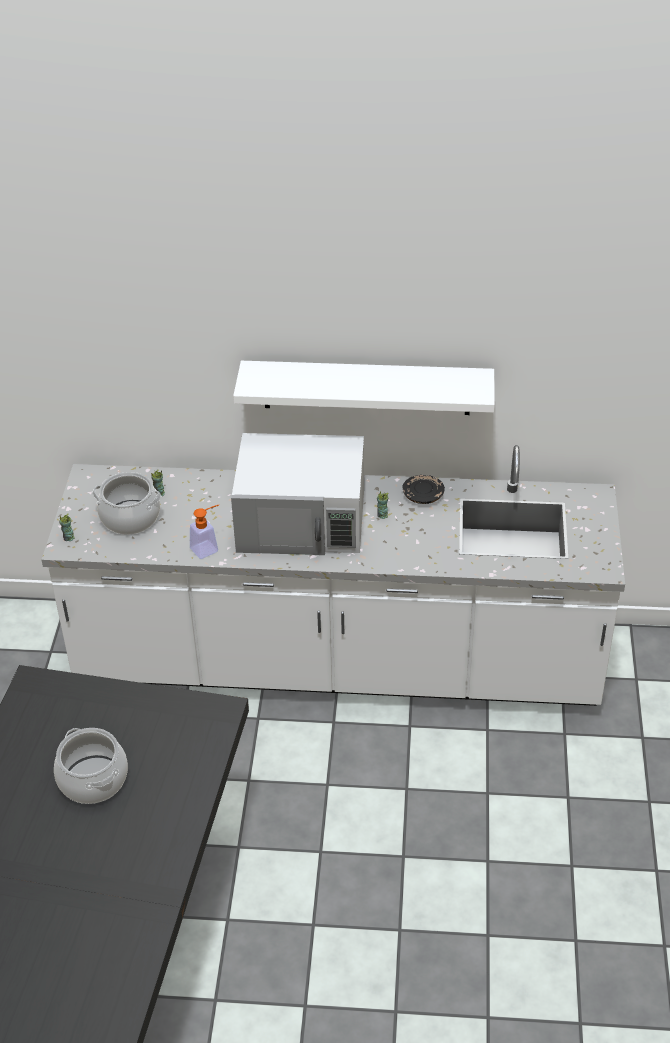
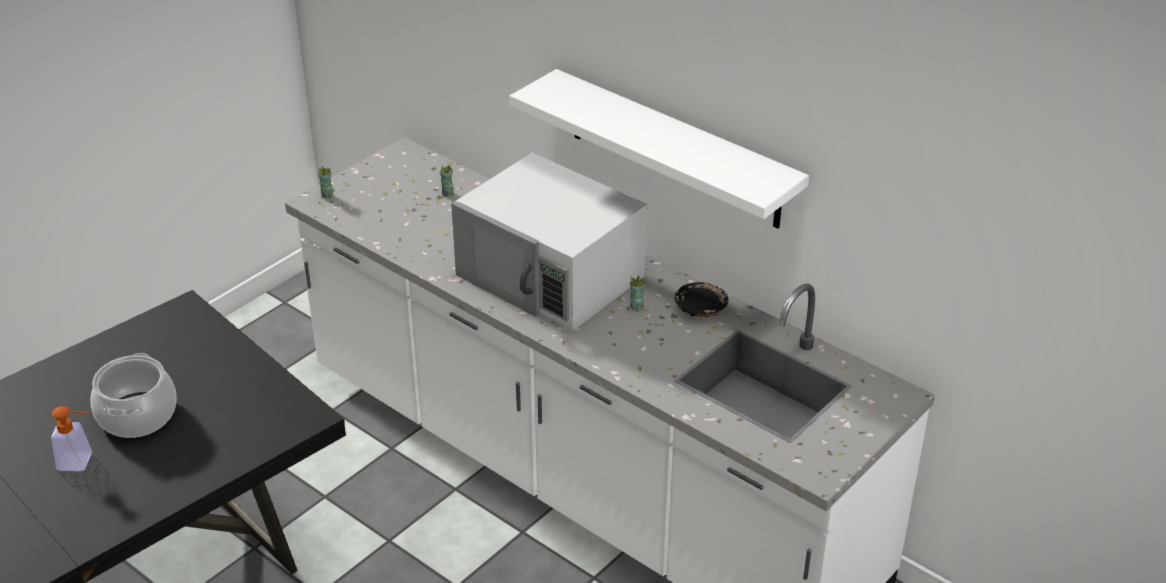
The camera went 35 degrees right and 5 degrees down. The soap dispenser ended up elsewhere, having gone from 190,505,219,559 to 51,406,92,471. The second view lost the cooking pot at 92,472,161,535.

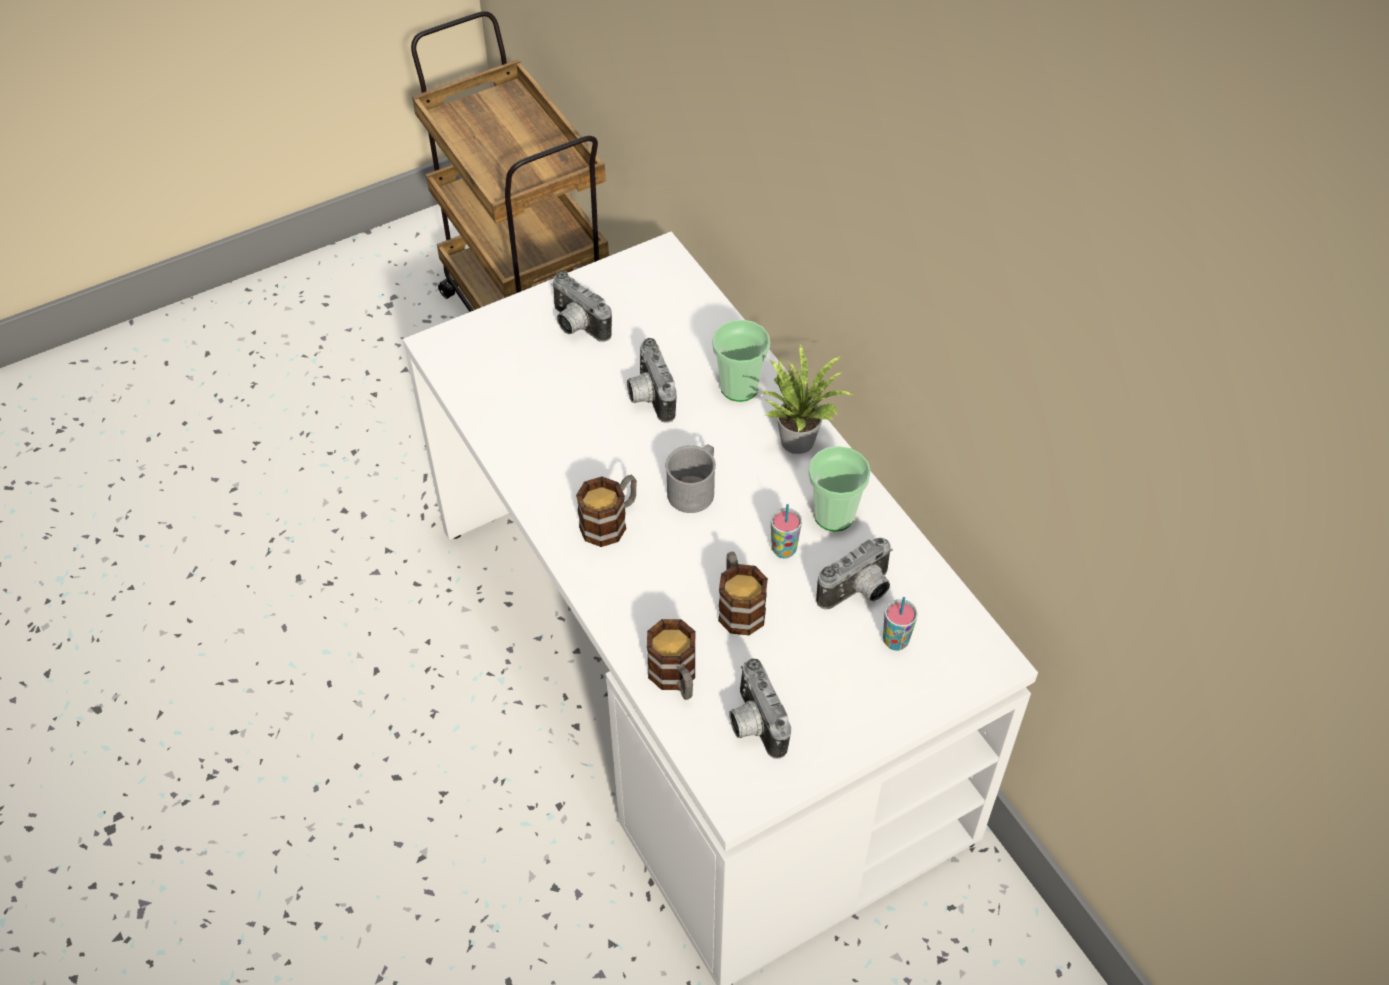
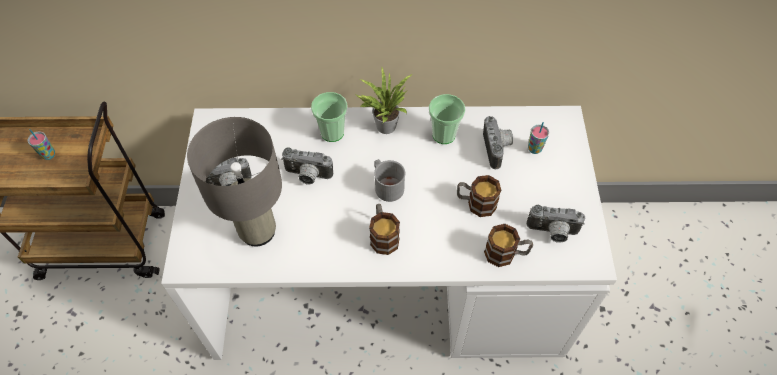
The camera went 60 degrees left and 5 degrees up. The cup ended up elsewhere, having gone from 771,504,802,558 to 28,129,55,160. The second view gained the grey table lamp at 187,117,282,246.

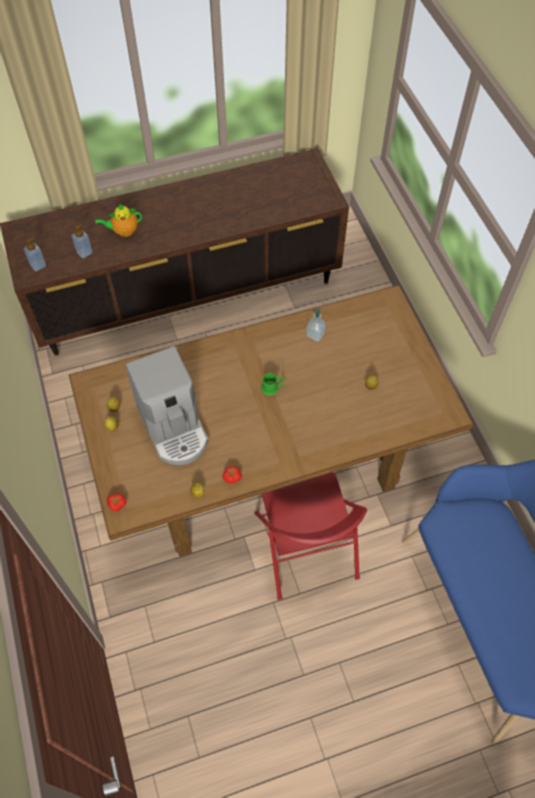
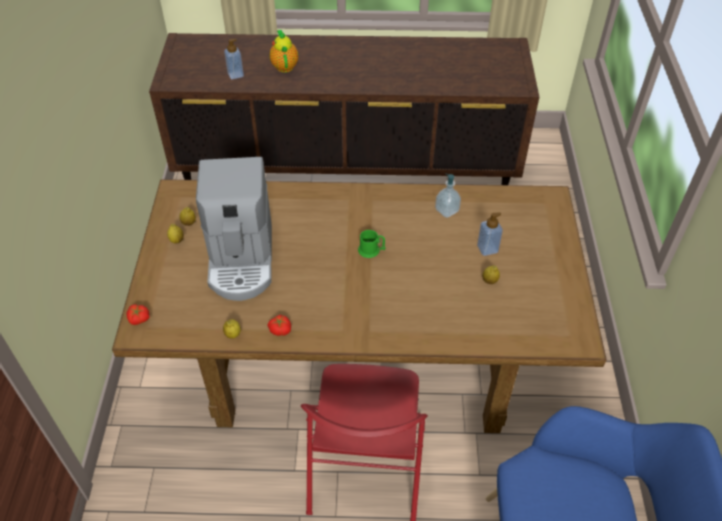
The camera went 20 degrees right and 10 degrees down. The teapot at 95,204,142,237 ended up facing another way, 75 degrees clockwise from before. The soap dispenser ended up elsewhere, having gone from 24,238,46,271 to 477,212,503,256.

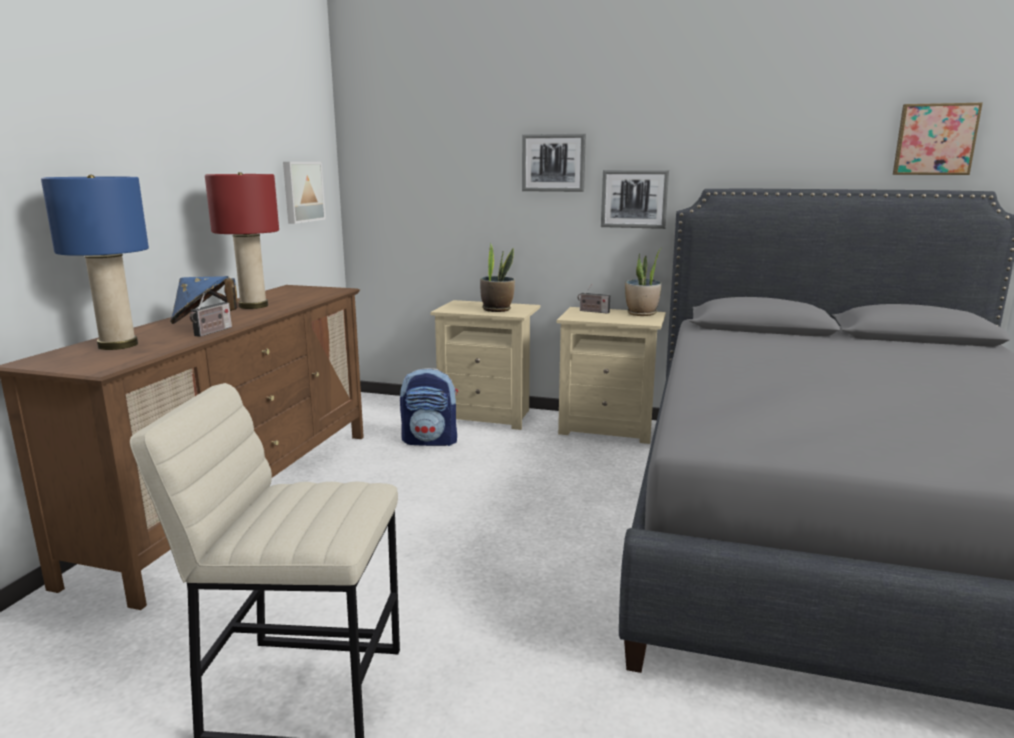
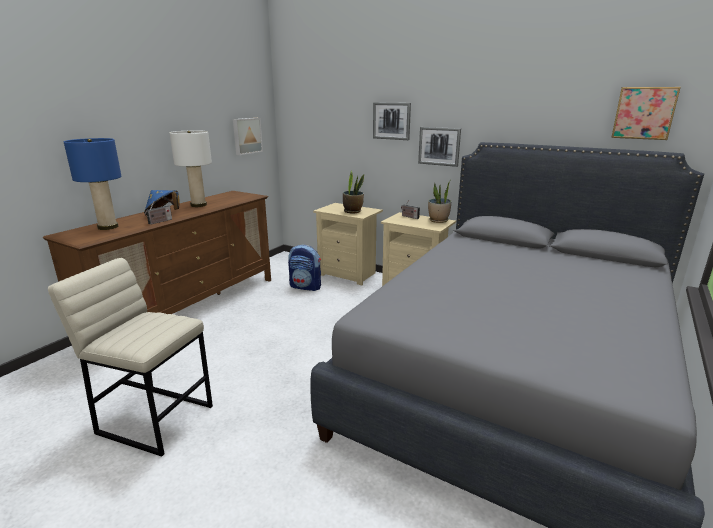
The camera went 15 degrees right and 5 degrees up. What was the red table lamp at 205,172,279,309 turned into the white table lamp at 169,130,212,207.

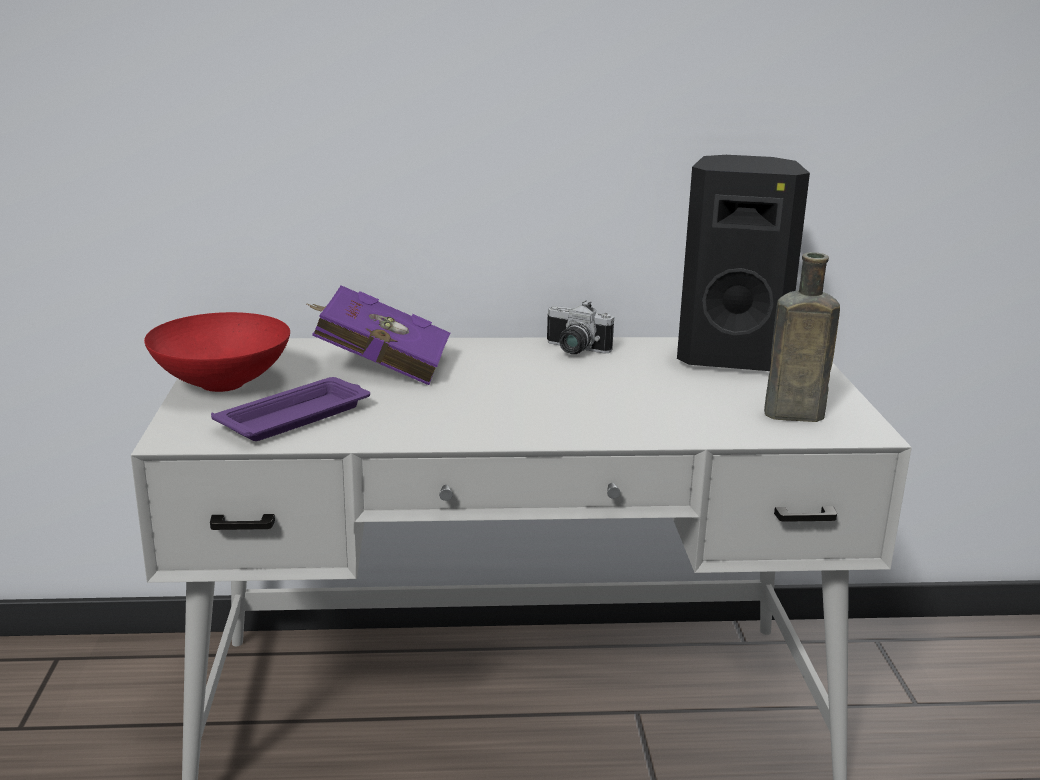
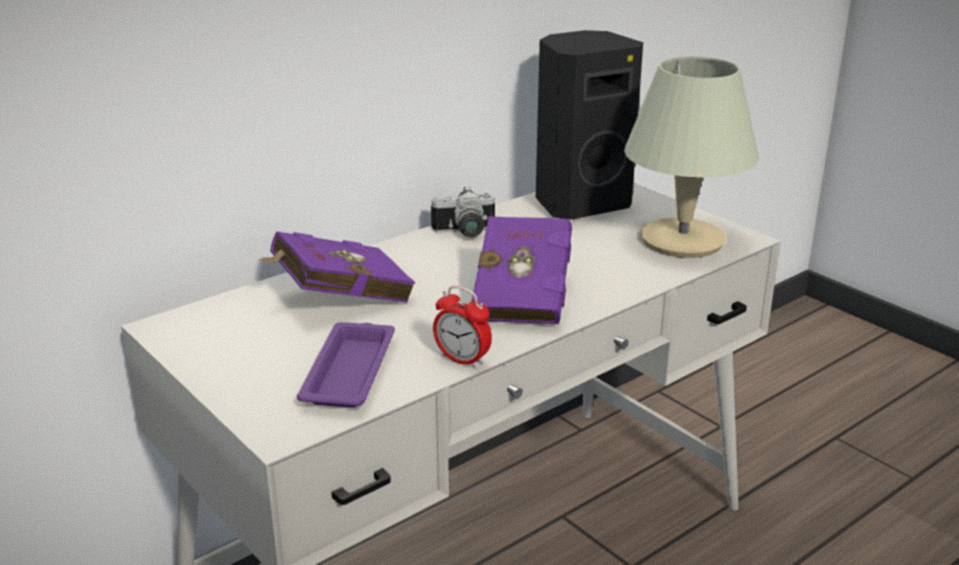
The camera went 35 degrees left and 5 degrees up. The second view gained the alarm clock at 433,286,492,369. The second view gained the purple book at 471,216,572,324. Where the brown bottle stood at 764,252,840,422, the beige table lamp came to stand at 624,56,759,258. The second view lost the red bowl at 144,312,290,392.

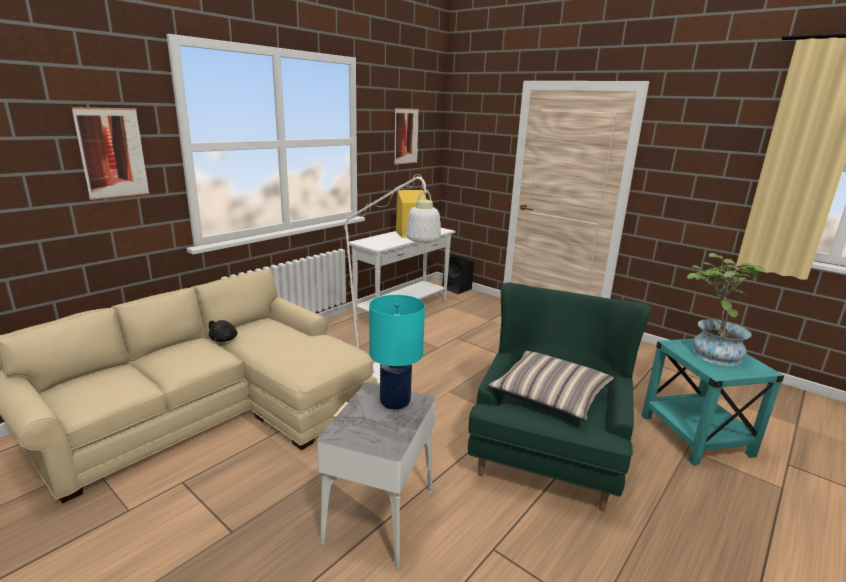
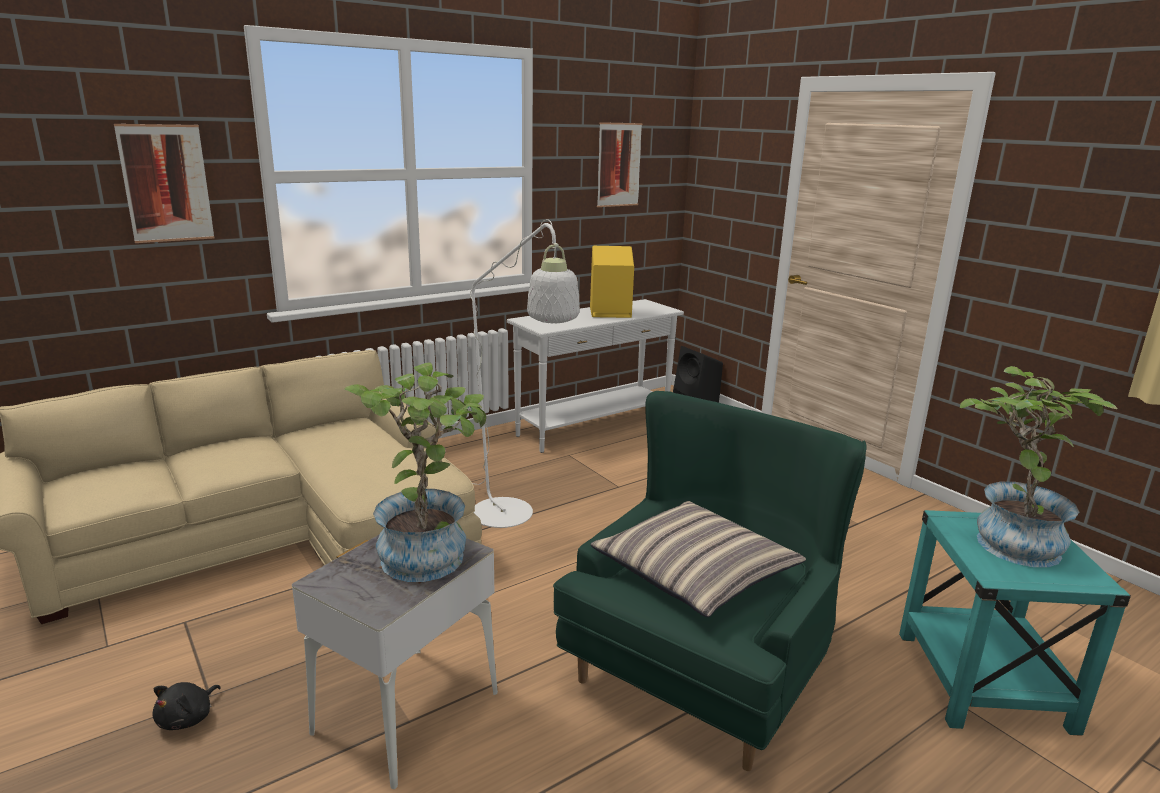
The camera went 15 degrees right and 0 degrees up. The black plush toy ended up elsewhere, having gone from 209,320,237,342 to 152,682,221,730. Where the turquoise table lamp stood at 369,295,425,410, the potted plant came to stand at 344,362,487,582.

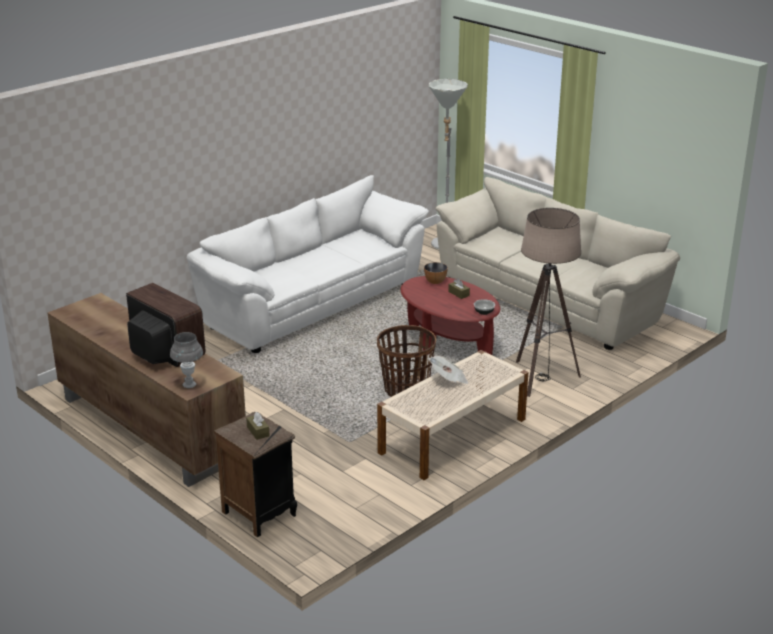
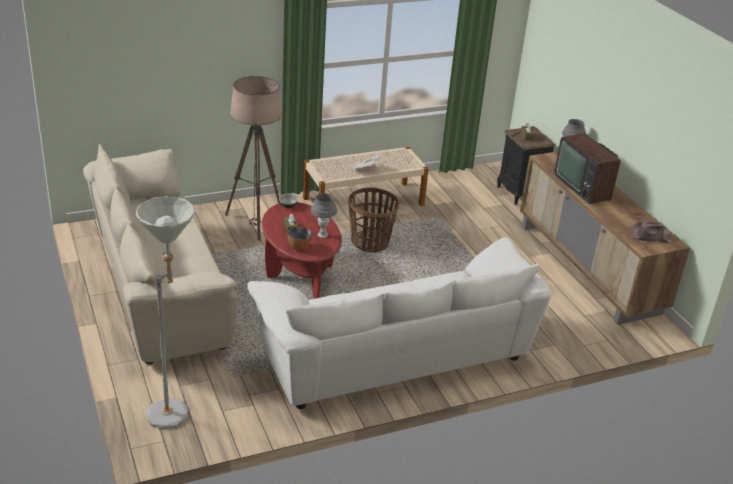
The camera went 160 degrees left and 5 degrees up. The second view gained the grey table lamp at 311,193,337,238. The second view gained the brown hat at 629,221,673,243.

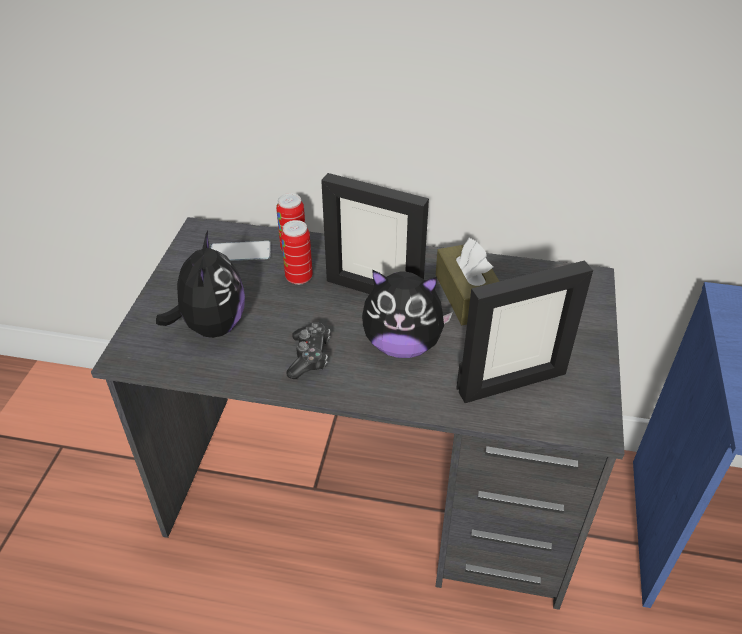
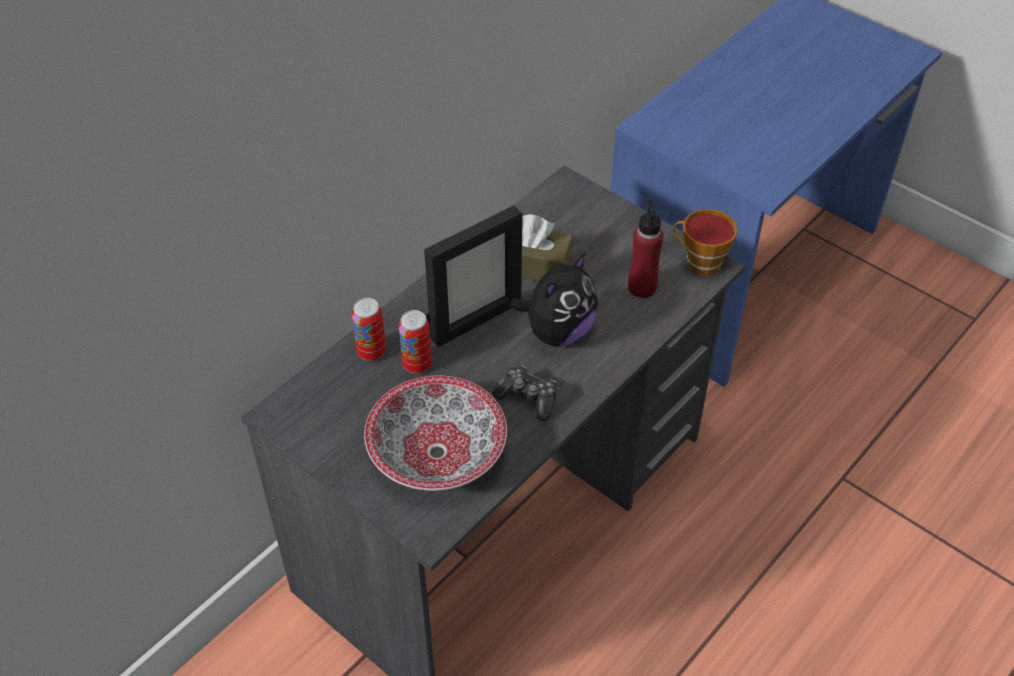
The camera went 60 degrees left and 5 degrees up. Where the plush toy stood at 156,231,245,338, the bowl came to stand at 364,376,507,491. Where the picture frame stood at 456,261,593,403, the red bottle came to stand at 628,200,664,298. The second view gained the cup at 673,209,738,276. The second view lost the phone at 210,241,271,261.

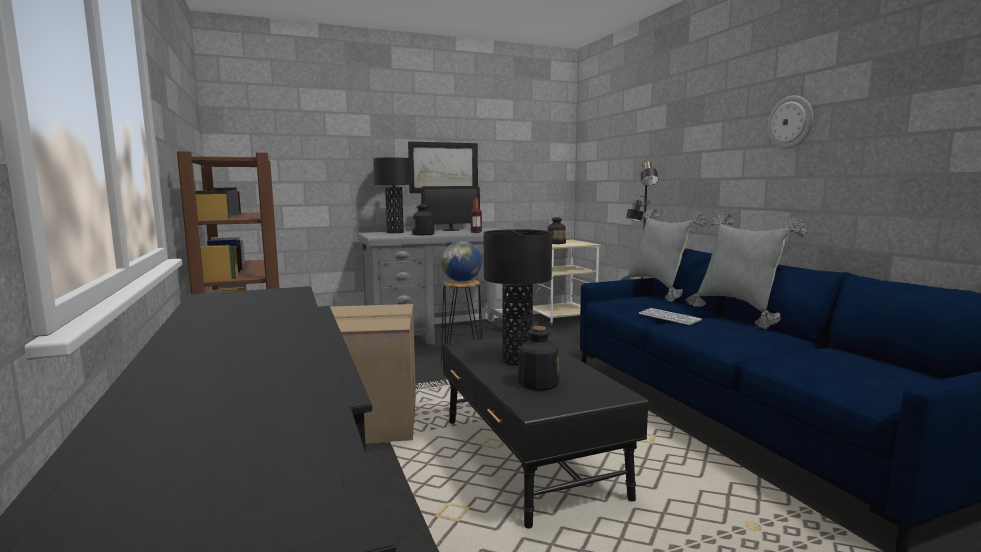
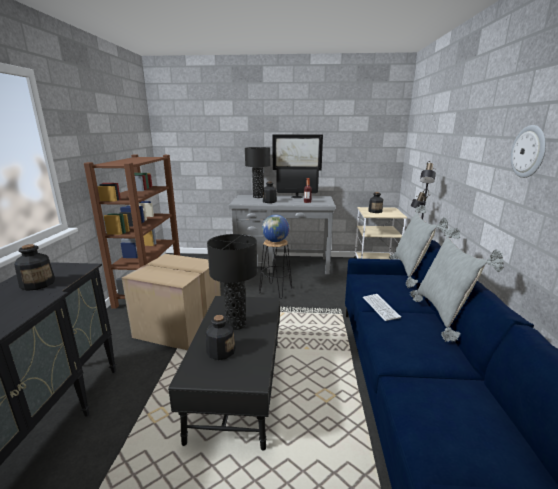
The camera went 25 degrees right and 10 degrees up. The second view gained the bottle at 14,244,55,291.

